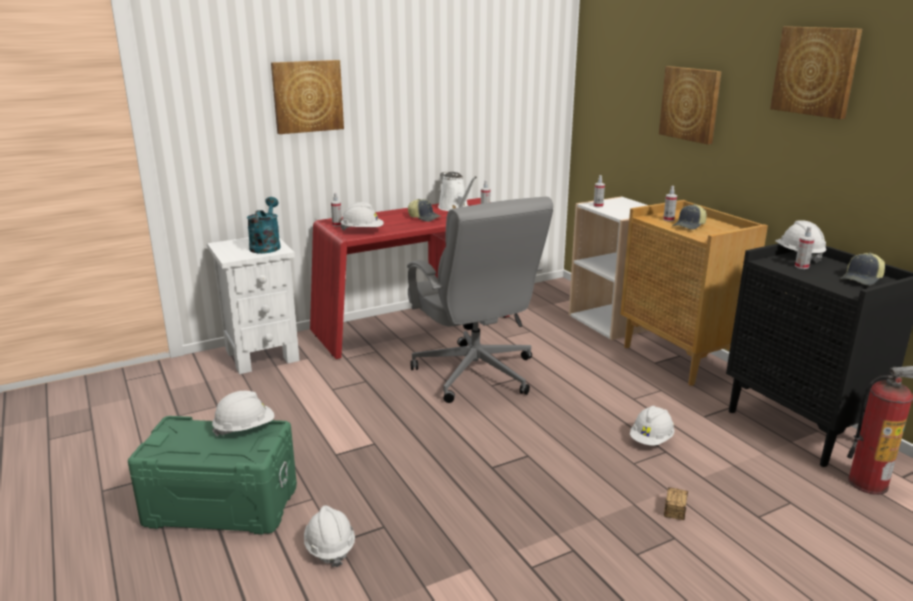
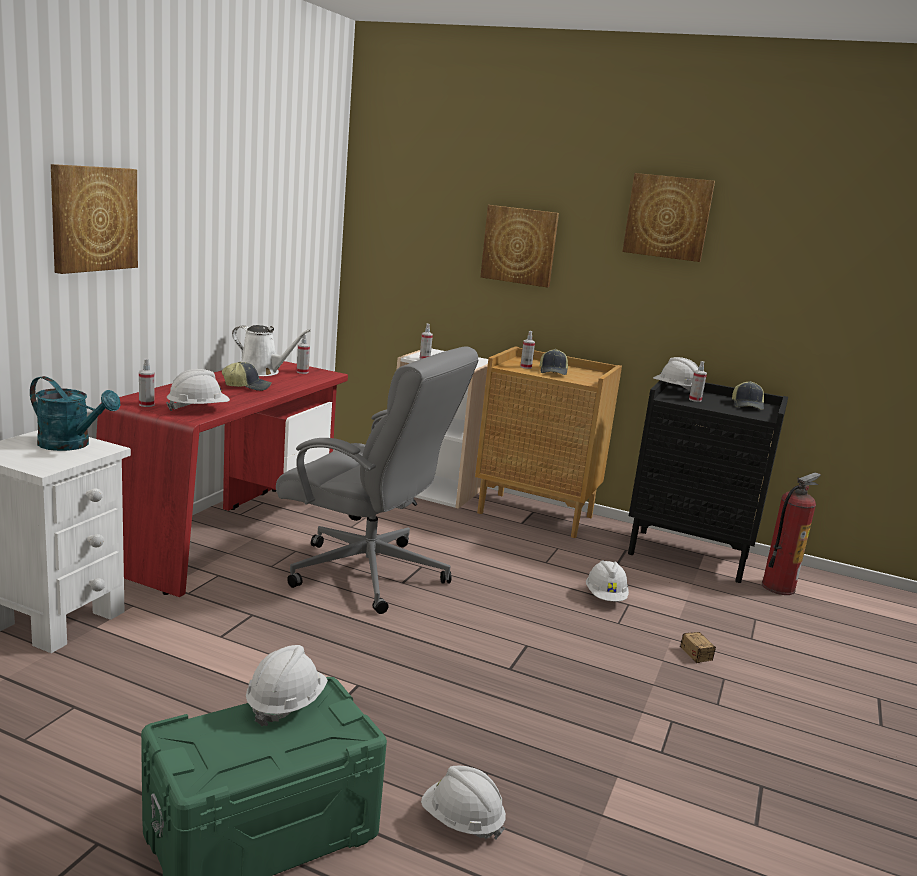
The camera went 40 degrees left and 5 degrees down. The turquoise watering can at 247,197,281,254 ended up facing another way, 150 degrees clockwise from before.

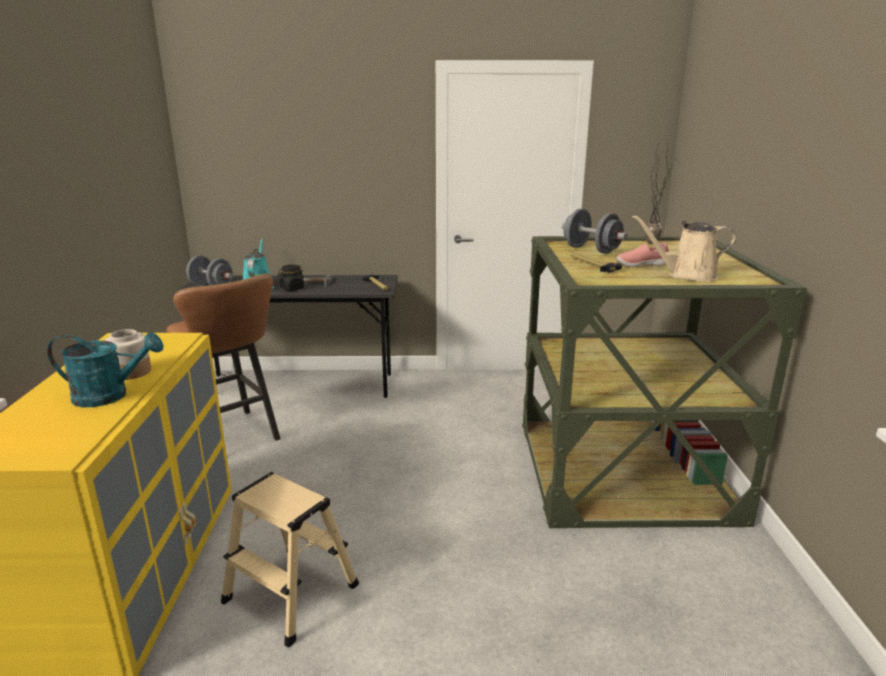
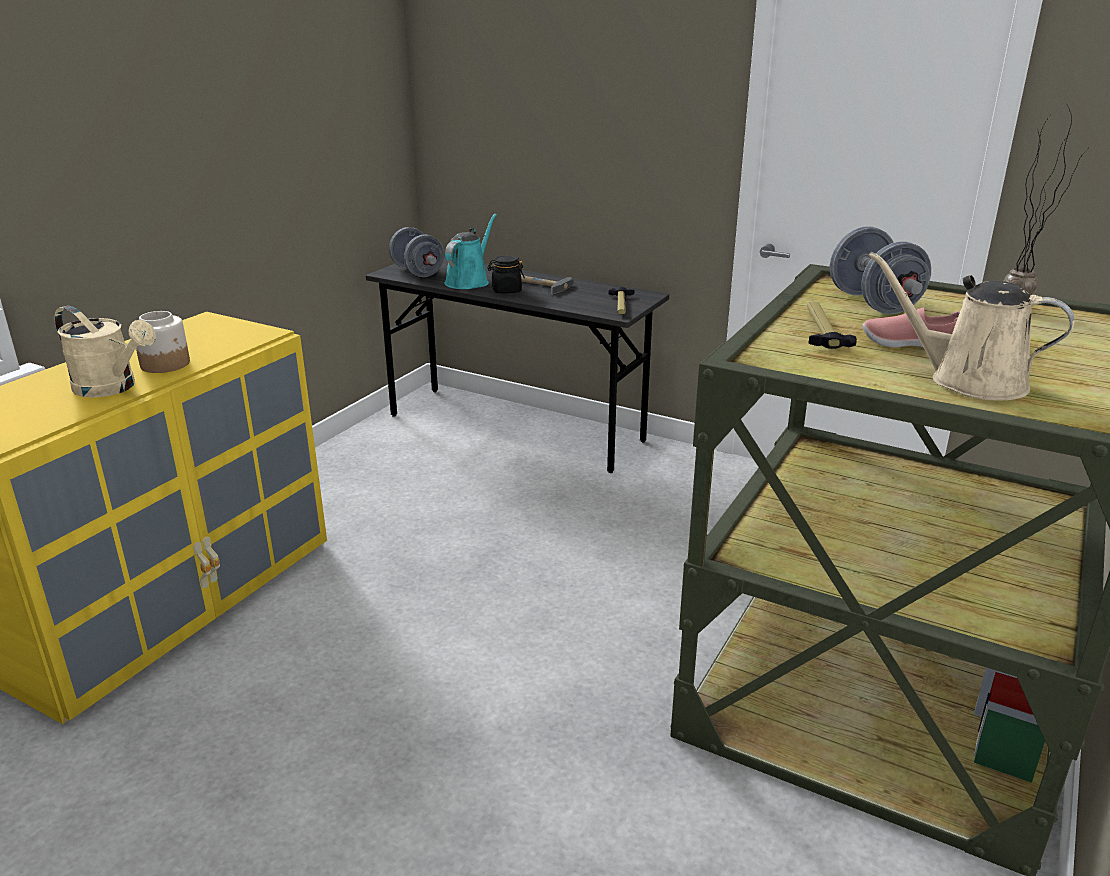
The camera went 30 degrees right and 5 degrees up. What was the turquoise watering can at 47,332,164,407 turned into the beige watering can at 55,306,156,398. The second view lost the brown stool at 166,274,280,441. The second view lost the beige step ladder at 221,472,359,647.

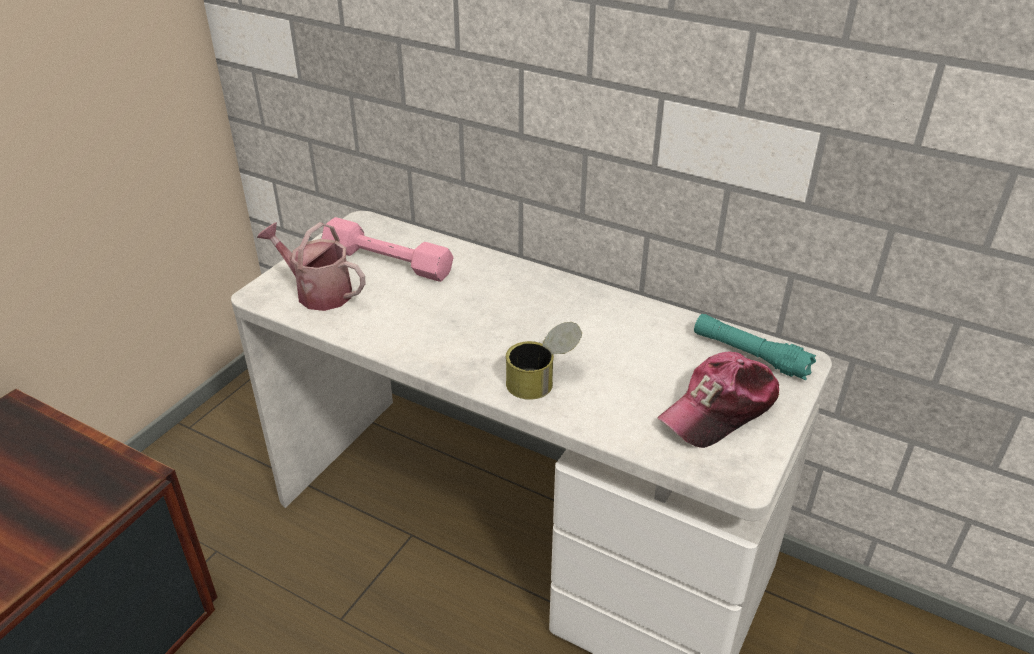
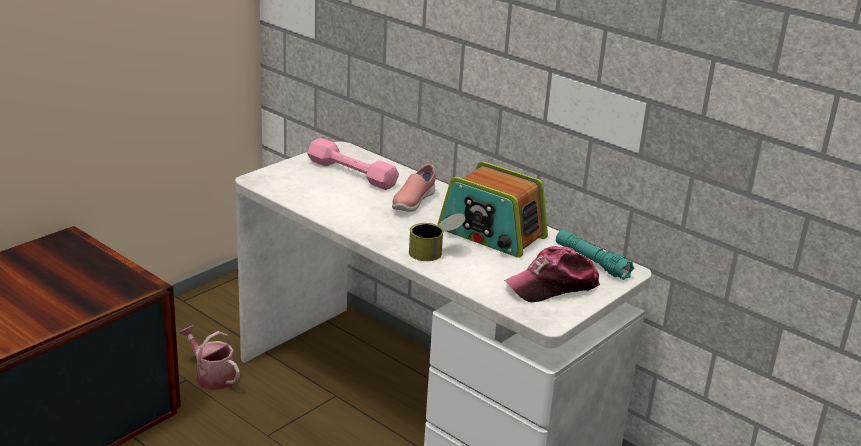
The camera went 10 degrees right and 10 degrees down. The watering can ended up elsewhere, having gone from 257,222,366,311 to 179,325,240,390. The second view gained the pink shoe at 392,164,436,212. The second view gained the radio at 437,161,548,258.

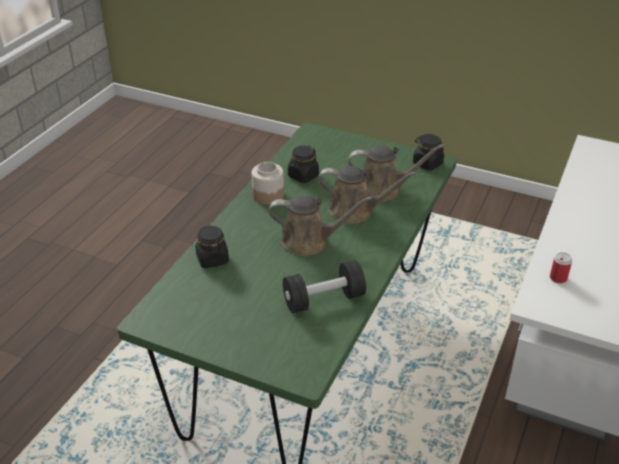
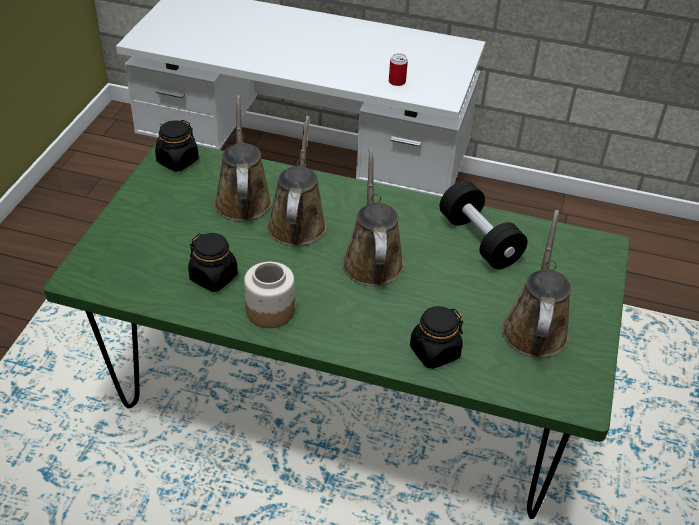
The camera went 100 degrees left and 5 degrees up. The second view gained the brown watering can at 502,210,571,358.

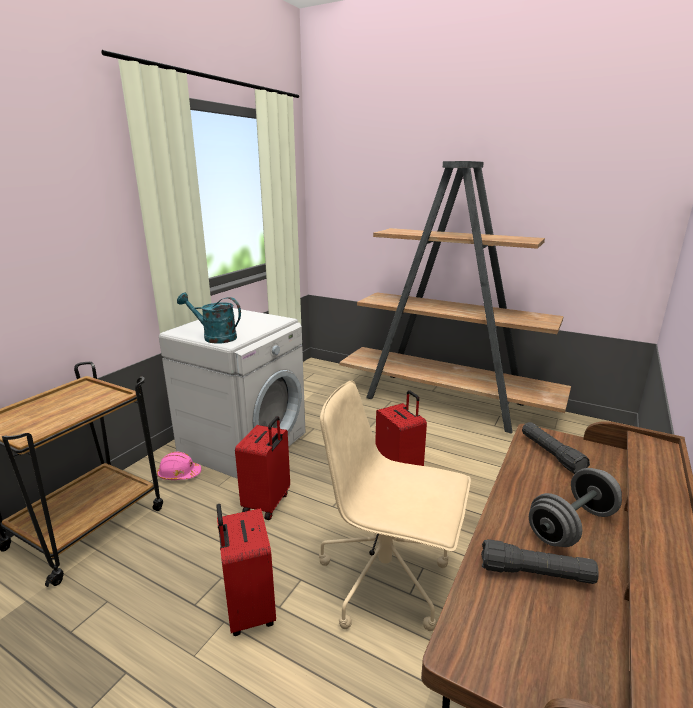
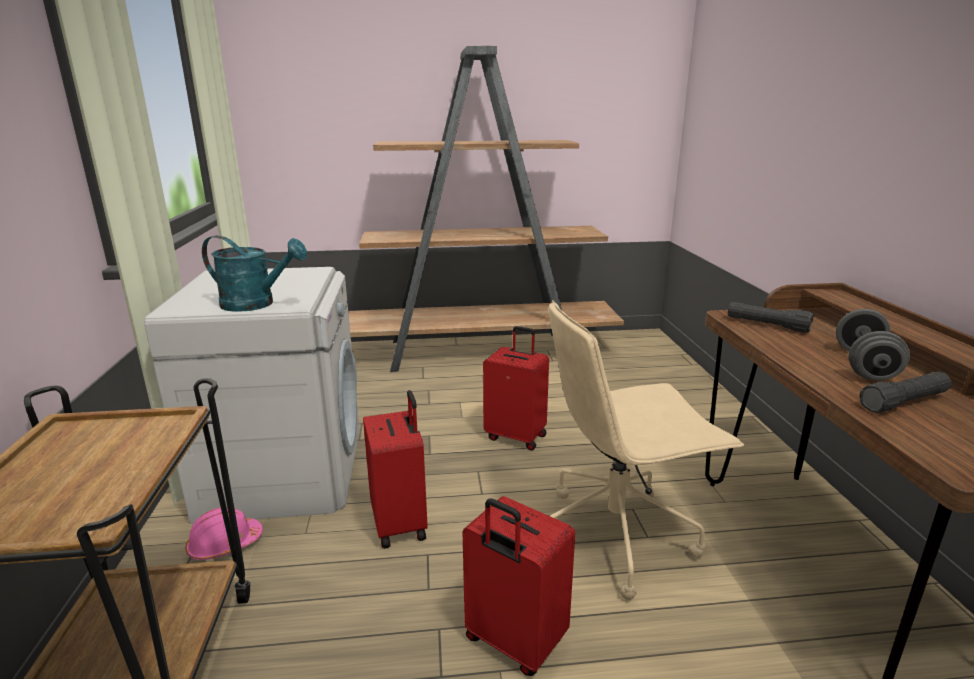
The camera went 35 degrees left and 0 degrees up. The turquoise watering can at 177,293,241,343 ended up facing another way, 150 degrees counterclockwise from before.

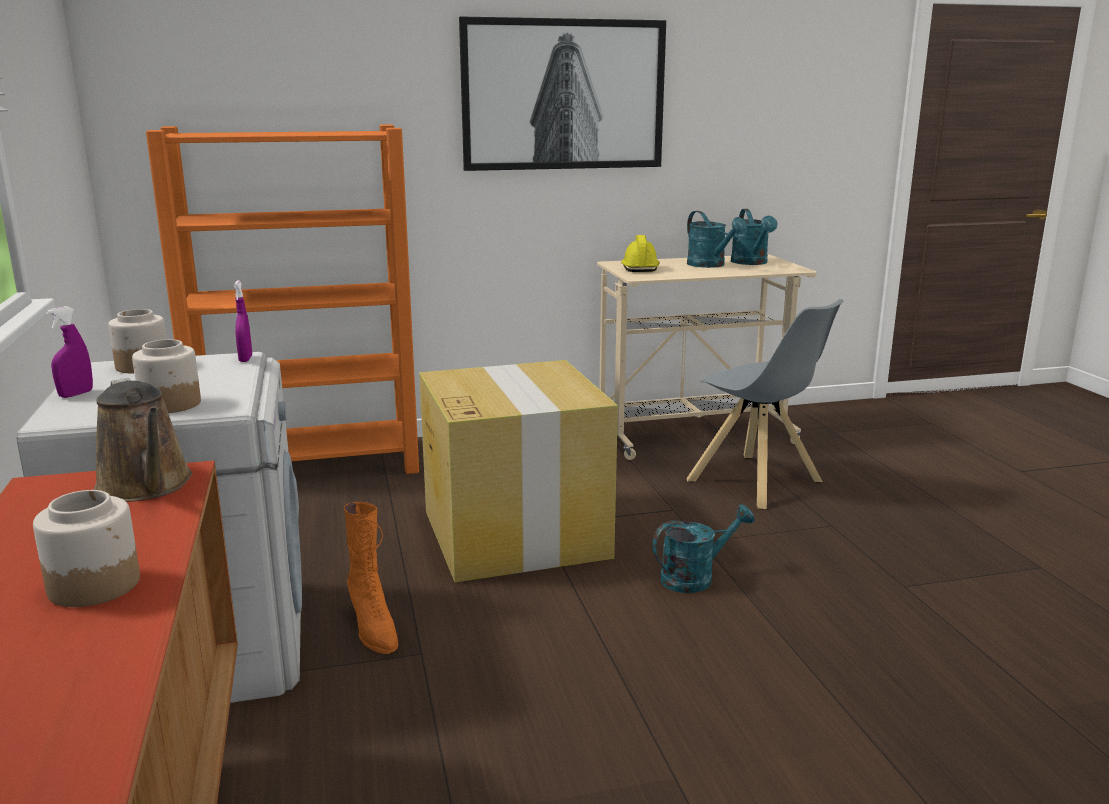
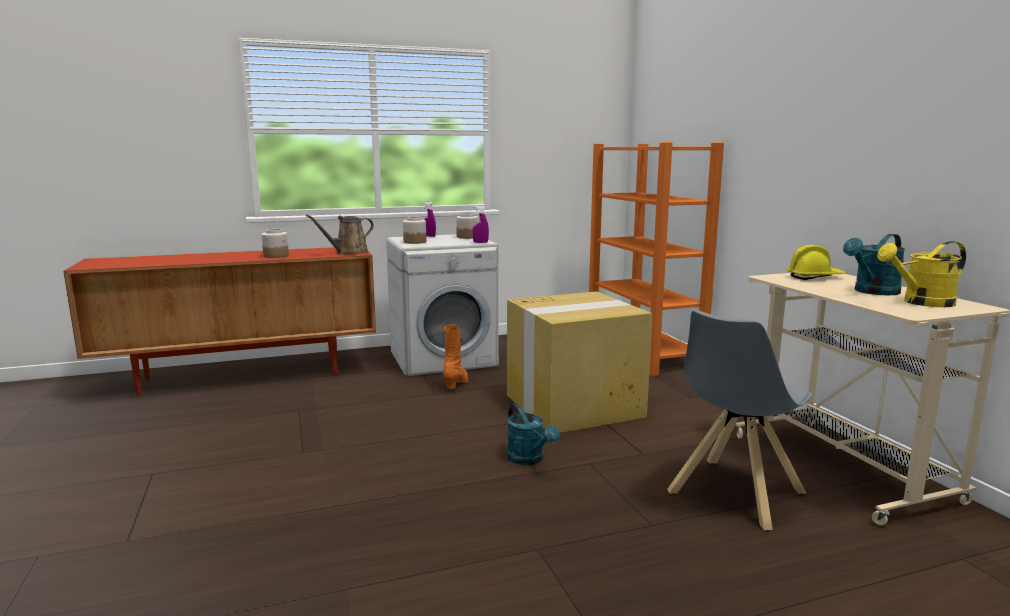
The camera went 85 degrees right and 5 degrees down. The orange boot at 344,502,398,654 ended up facing another way, 135 degrees clockwise from before. What was the turquoise watering can at 731,209,777,265 turned into the yellow watering can at 877,241,966,307. The second view lost the picture at 459,16,666,171.

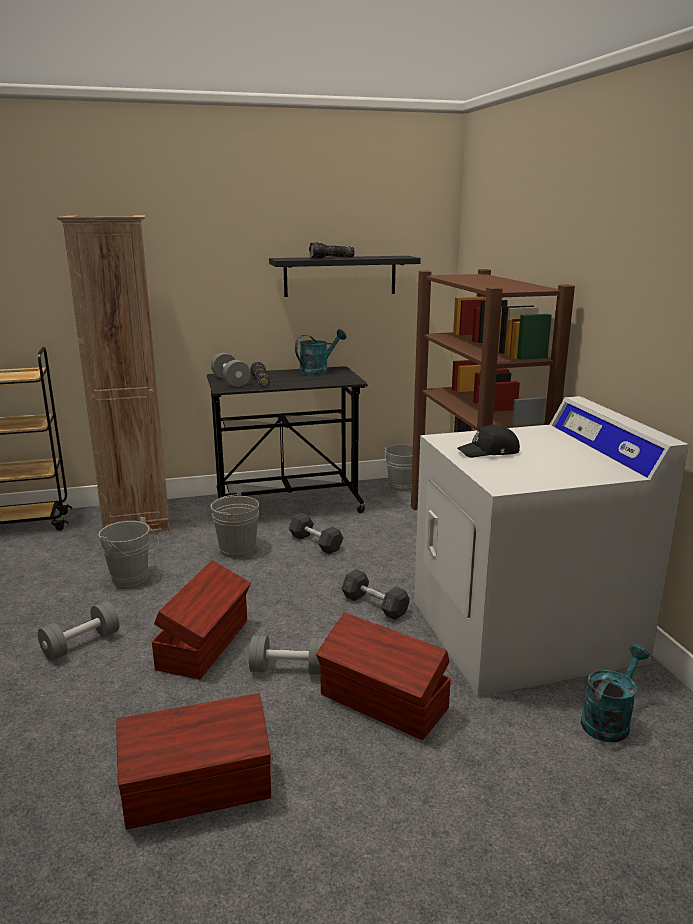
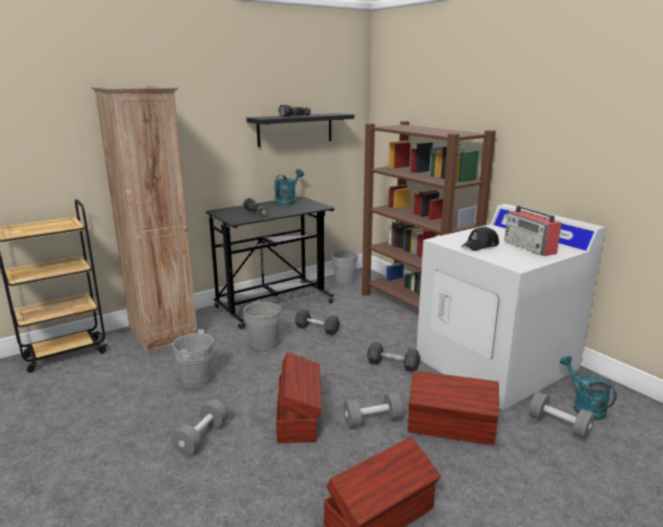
The camera went 20 degrees left and 0 degrees up. The second view gained the radio at 504,205,562,256. The grey dumbbell ended up elsewhere, having gone from 211,353,251,387 to 529,392,595,439. The turquoise watering can at 581,644,650,742 ended up facing another way, 45 degrees counterclockwise from before.

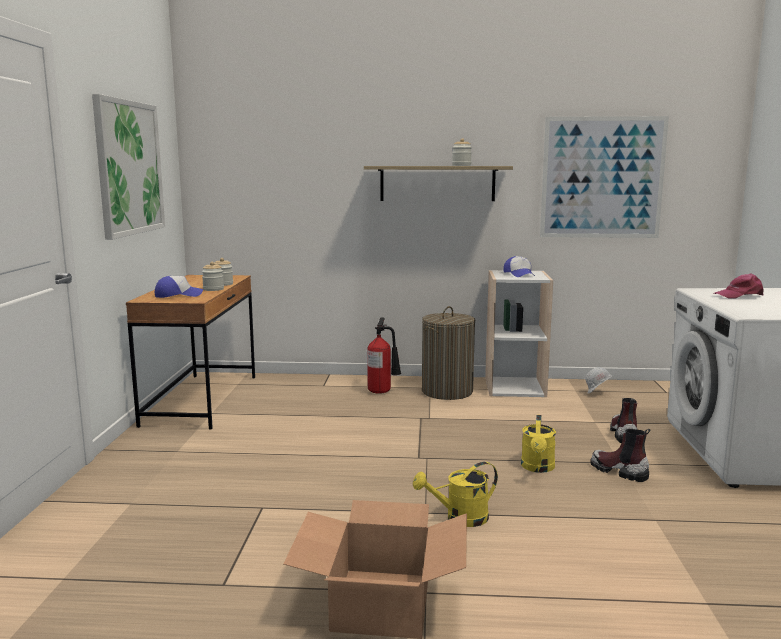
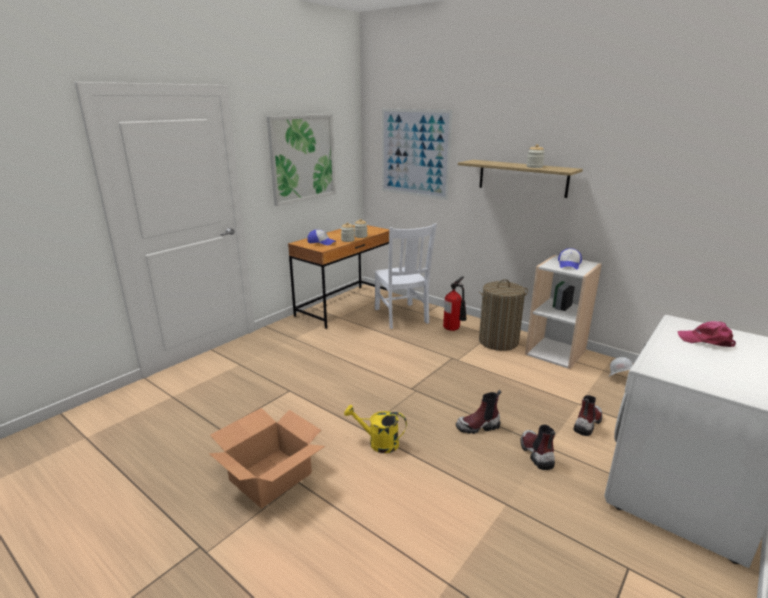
The camera went 35 degrees right and 10 degrees up. The second view gained the white chair at 375,224,437,329. The picture ended up elsewhere, having gone from 540,116,669,238 to 382,109,453,200. Where the yellow watering can stood at 521,415,556,473, the boot came to stand at 456,390,501,434.

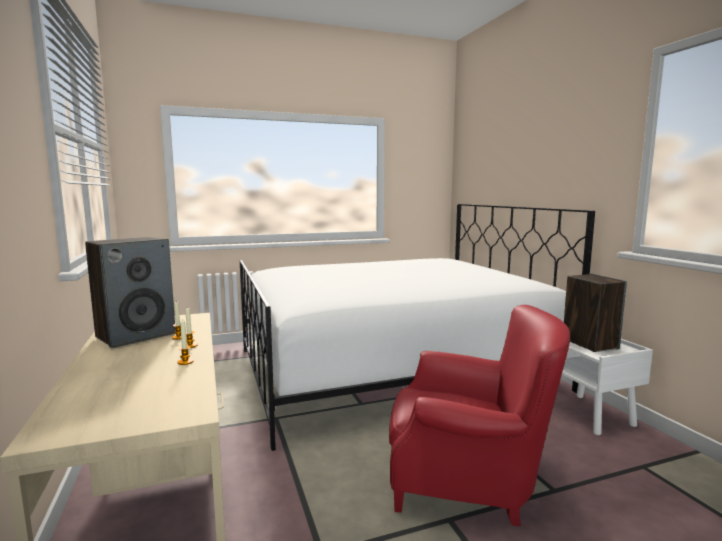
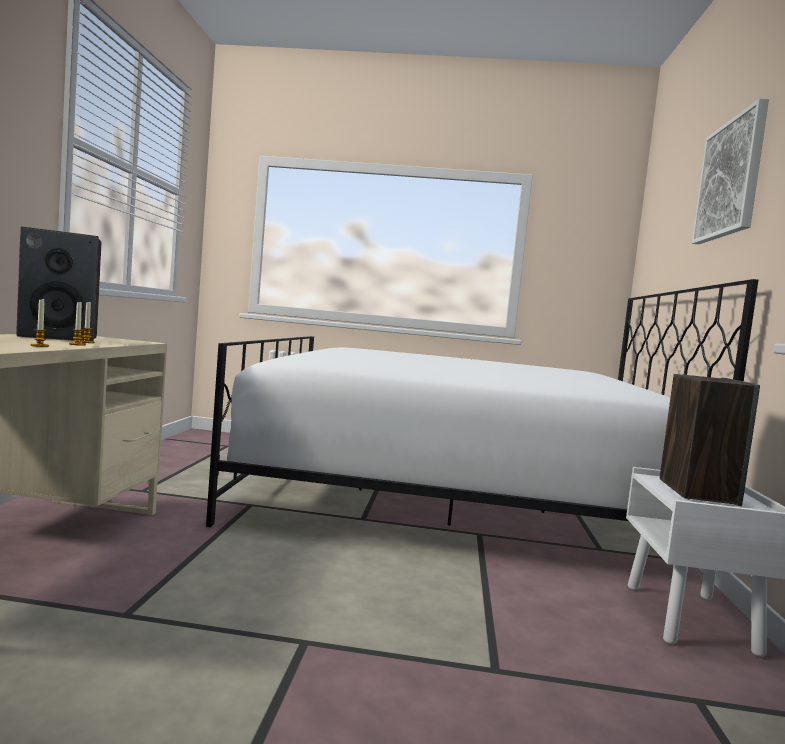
The camera went 25 degrees right and 5 degrees down. The second view gained the picture at 692,98,769,244. The second view lost the red armchair at 389,305,570,526.

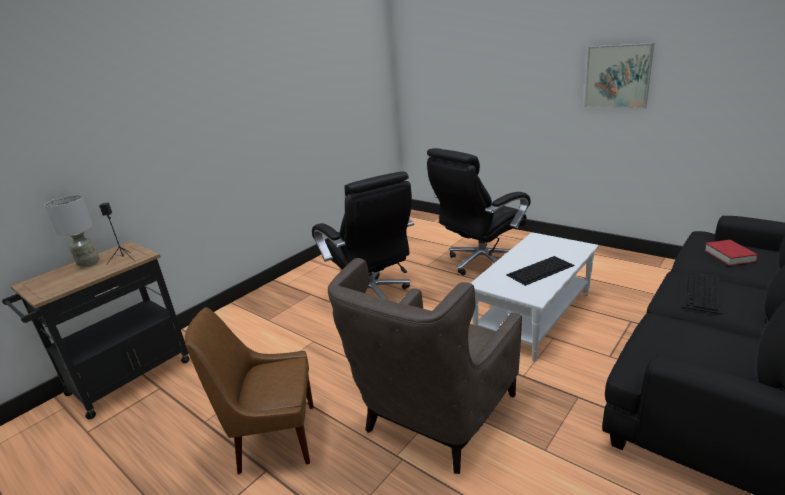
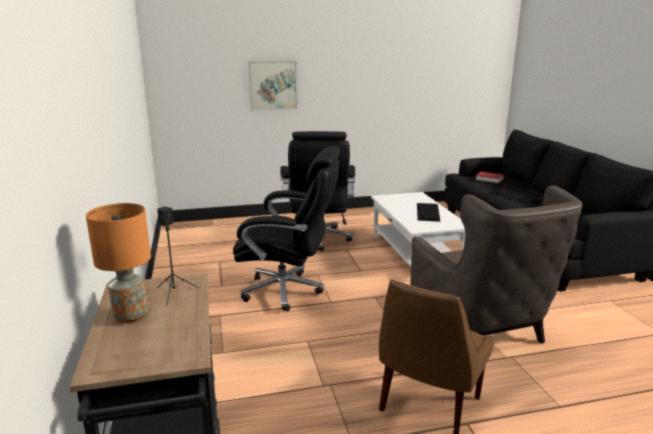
The camera went 55 degrees left and 5 degrees down. What was the grey table lamp at 44,195,99,268 turned into the orange table lamp at 86,203,151,323. The picture ended up elsewhere, having gone from 584,43,654,109 to 248,61,297,111.

